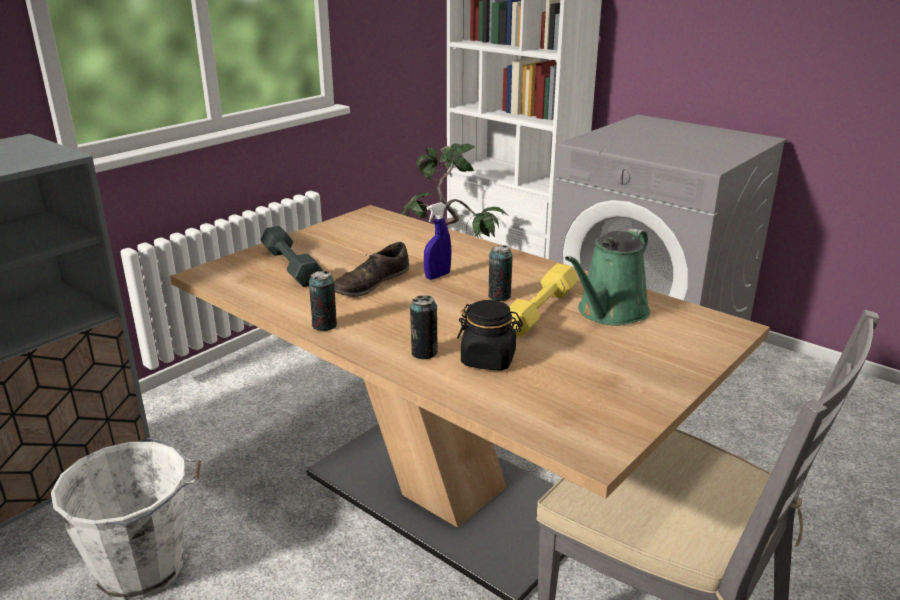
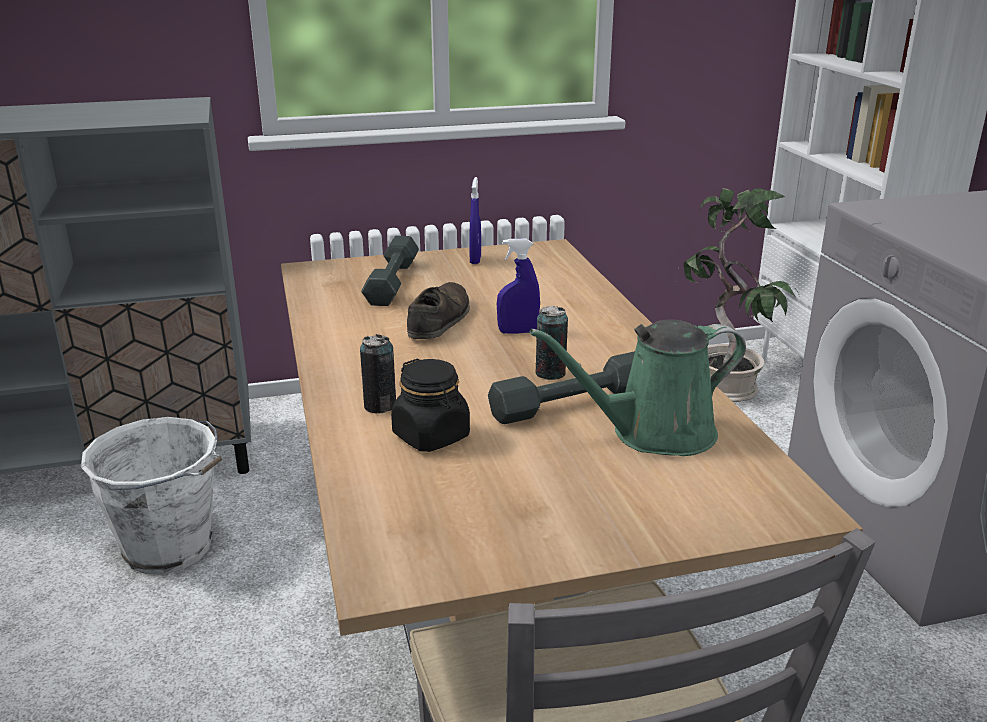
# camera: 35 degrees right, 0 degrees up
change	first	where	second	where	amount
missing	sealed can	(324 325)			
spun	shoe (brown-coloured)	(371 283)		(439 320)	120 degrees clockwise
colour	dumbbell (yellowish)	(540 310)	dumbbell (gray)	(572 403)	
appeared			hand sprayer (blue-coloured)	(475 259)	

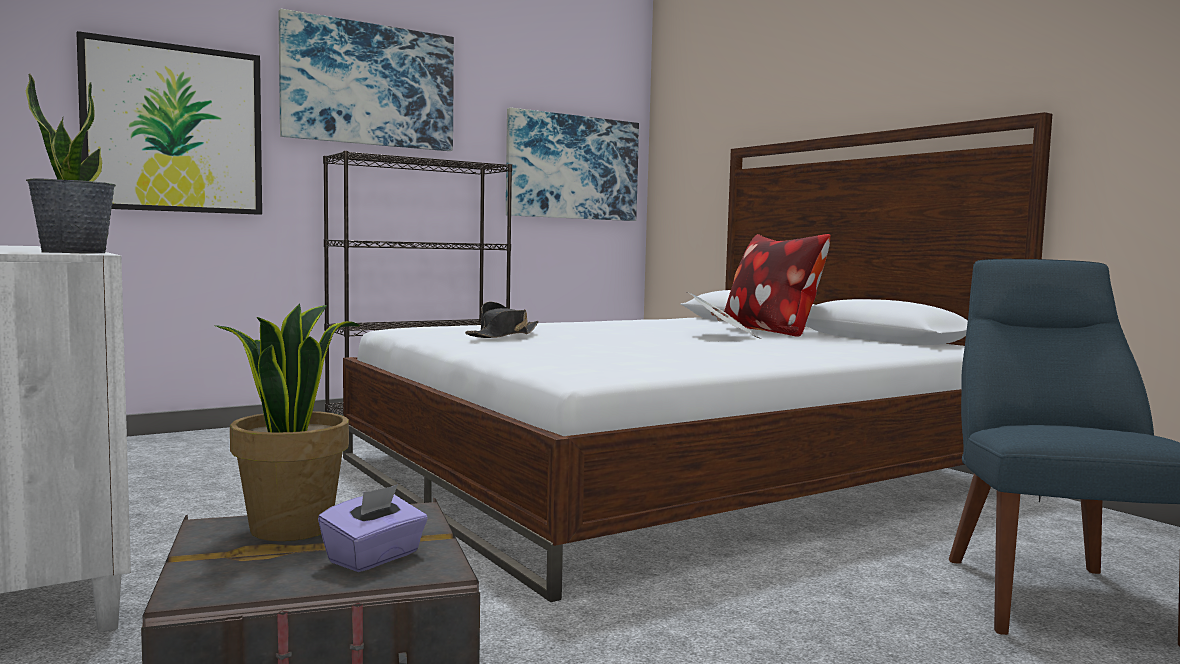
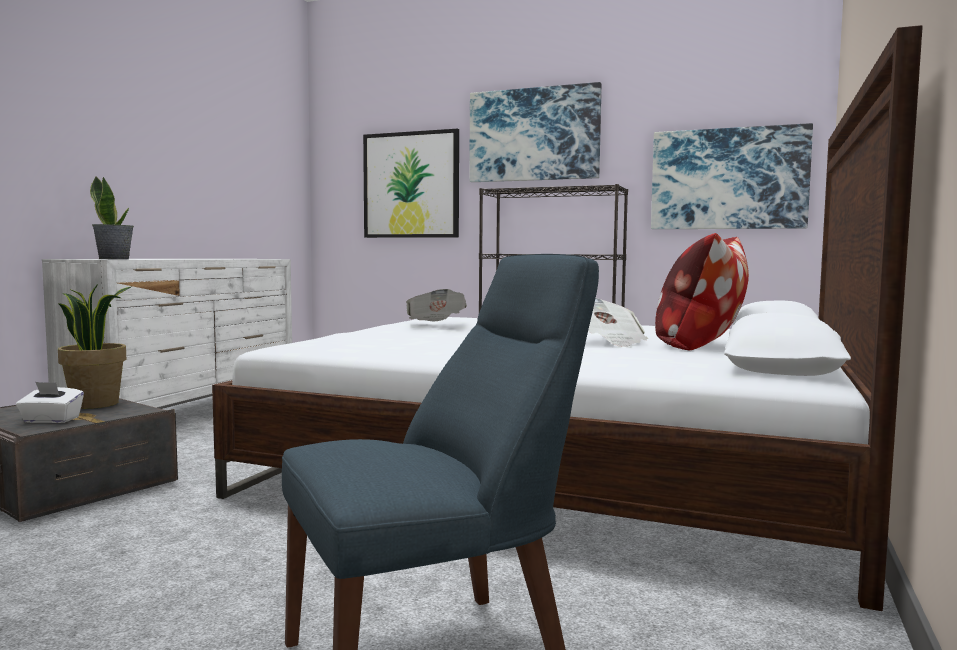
# camera: 55 degrees right, 0 degrees up
change	first	where	second	where	amount
colour	tissue box (purple-coloured)	(374 558)	tissue box (whitish)	(51 420)	
exchanged	wearable hat (black-coloured)	(503 335)	newspaper	(436 324)	

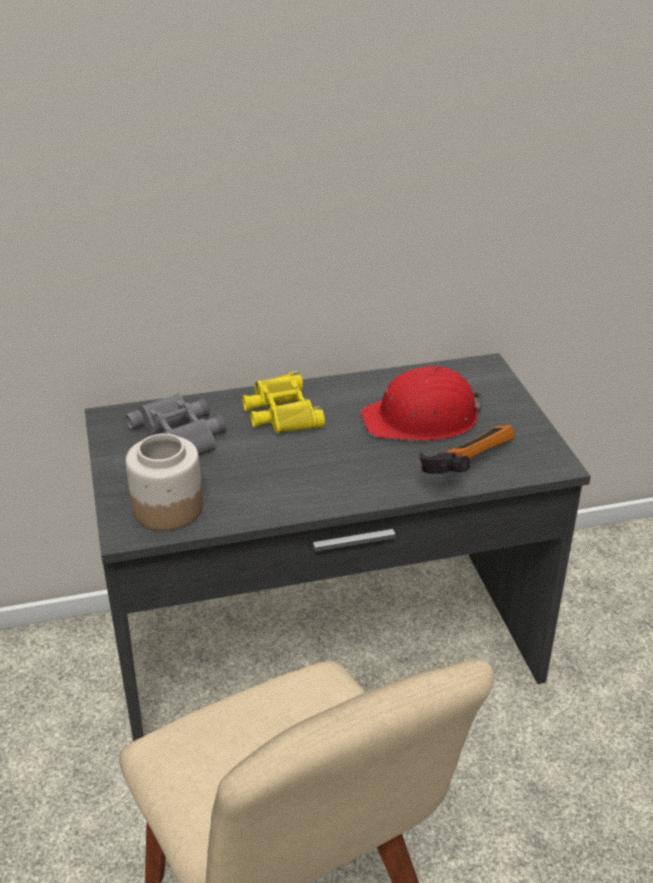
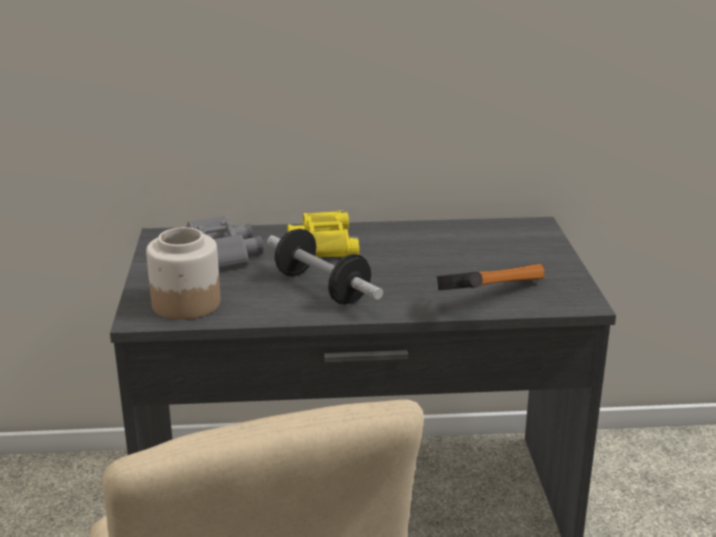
# camera: 10 degrees right, 10 degrees down
change	first	where	second	where	amount
missing	safety helmet (red)	(422 419)			
appeared			dumbbell	(322 288)	

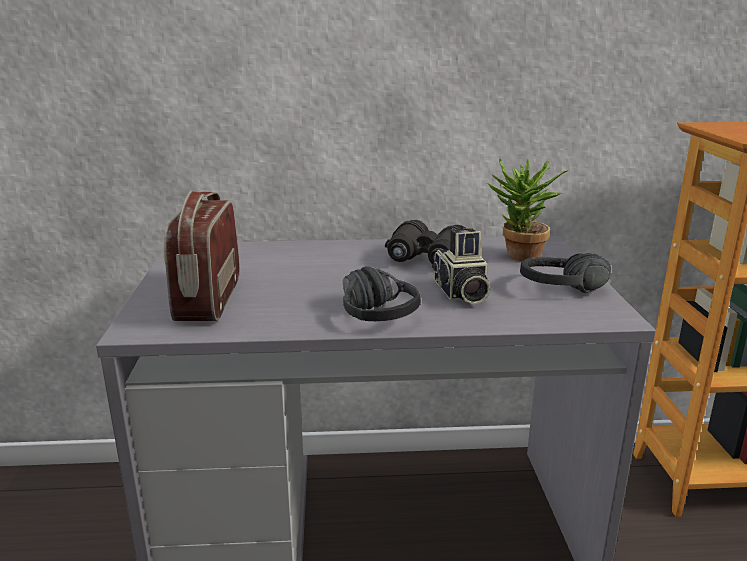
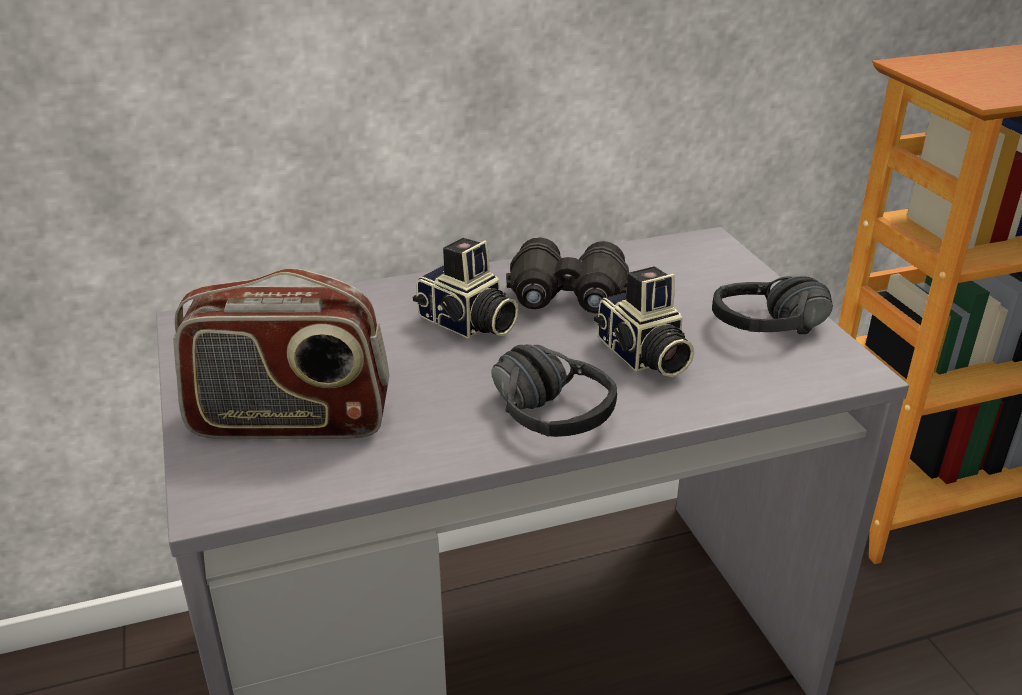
# camera: 15 degrees left, 10 degrees up
change	first	where	second	where	amount
spun	radio	(208 299)		(290 421)	75 degrees counterclockwise
missing	potted plant	(518 257)			
appeared			still camera	(467 324)	

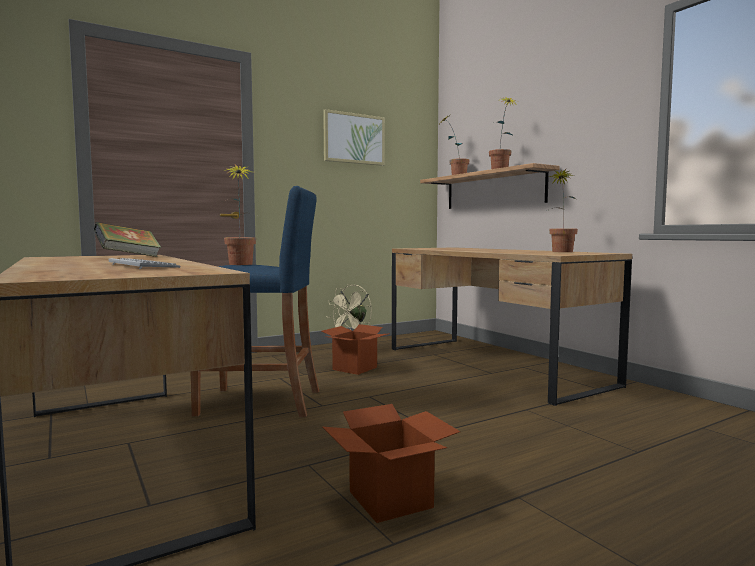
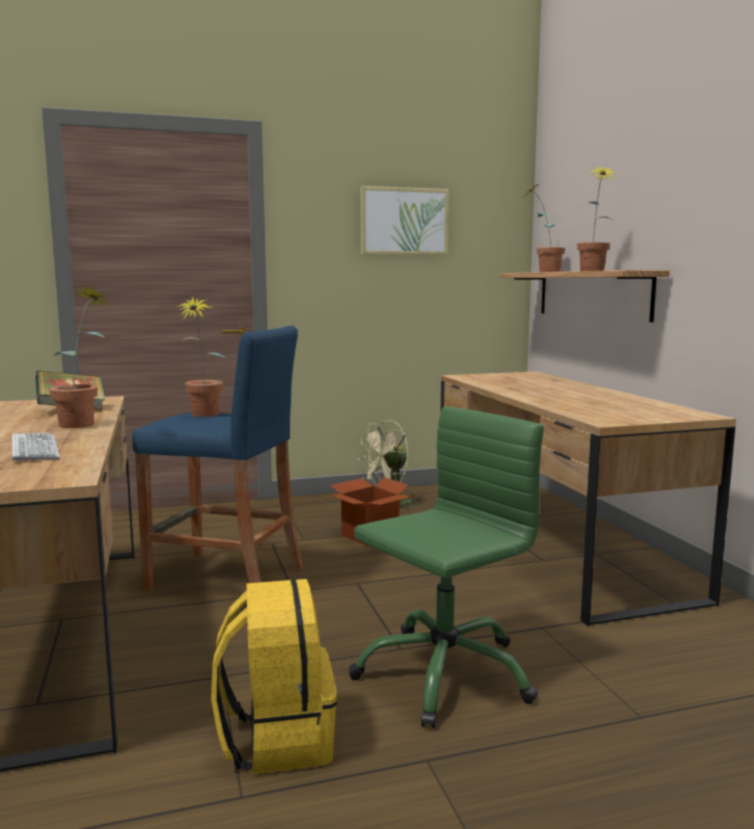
# camera: 15 degrees right, 5 degrees up
change	first	where	second	where	amount
exchanged	packing box	(390 499)	knapsack (yellowish)	(277 738)	
relocated	potted plant	(561 251)		(85 423)	
appeared			office chair (green-coloured)	(443 673)	

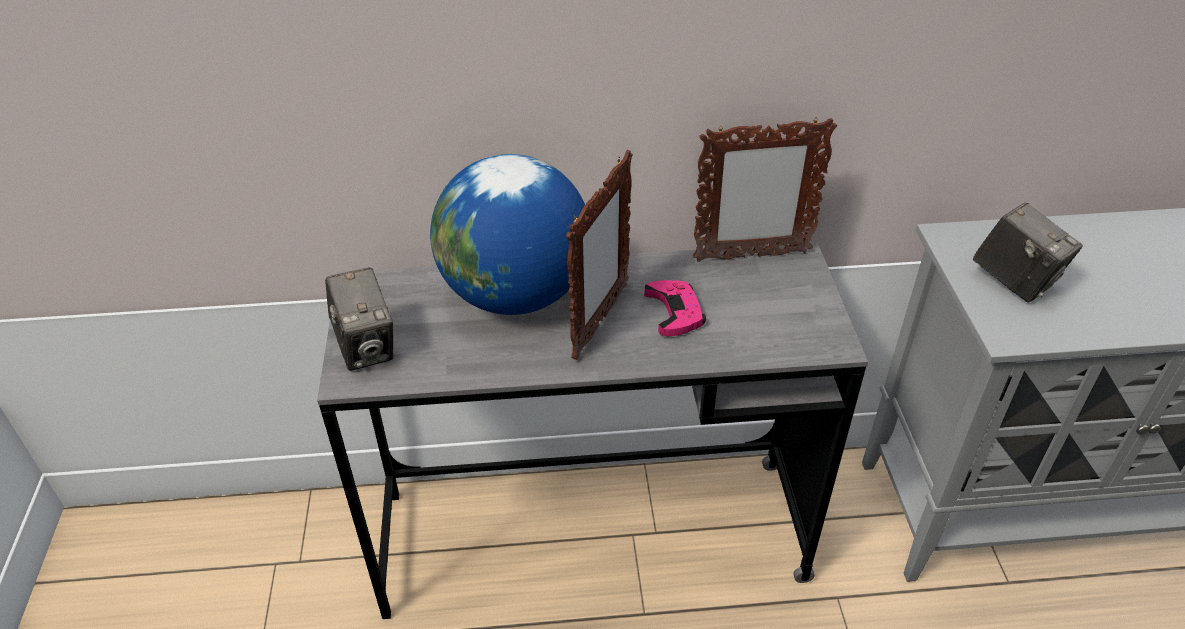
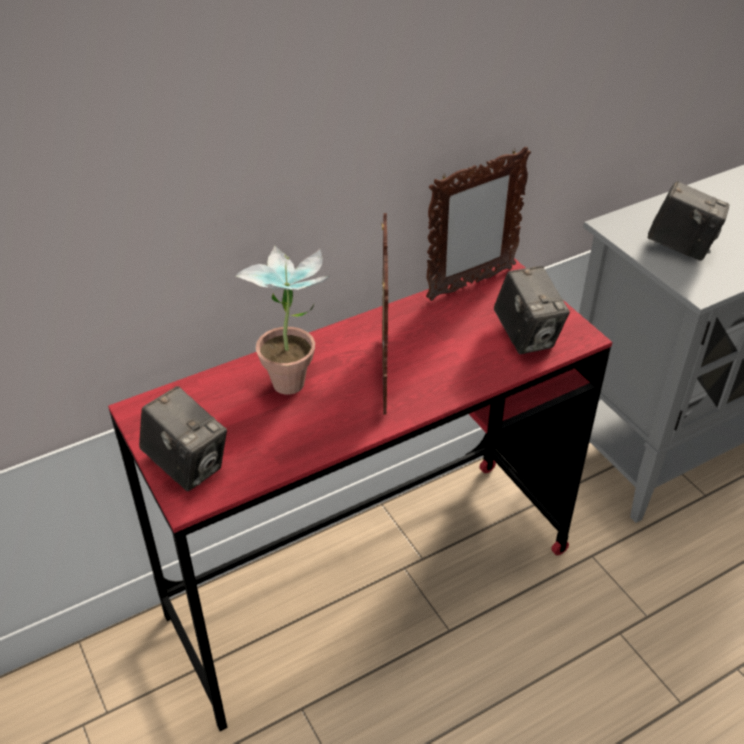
# camera: 25 degrees left, 0 degrees up
change	first	where	second	where	amount
colour	desk table (gray)	(592 536)	desk table (red)	(370 582)	
exchanged	globe	(515 294)	potted plant	(293 375)	
missing	gamepad (pink)	(674 312)			
appeared			still camera	(526 336)	

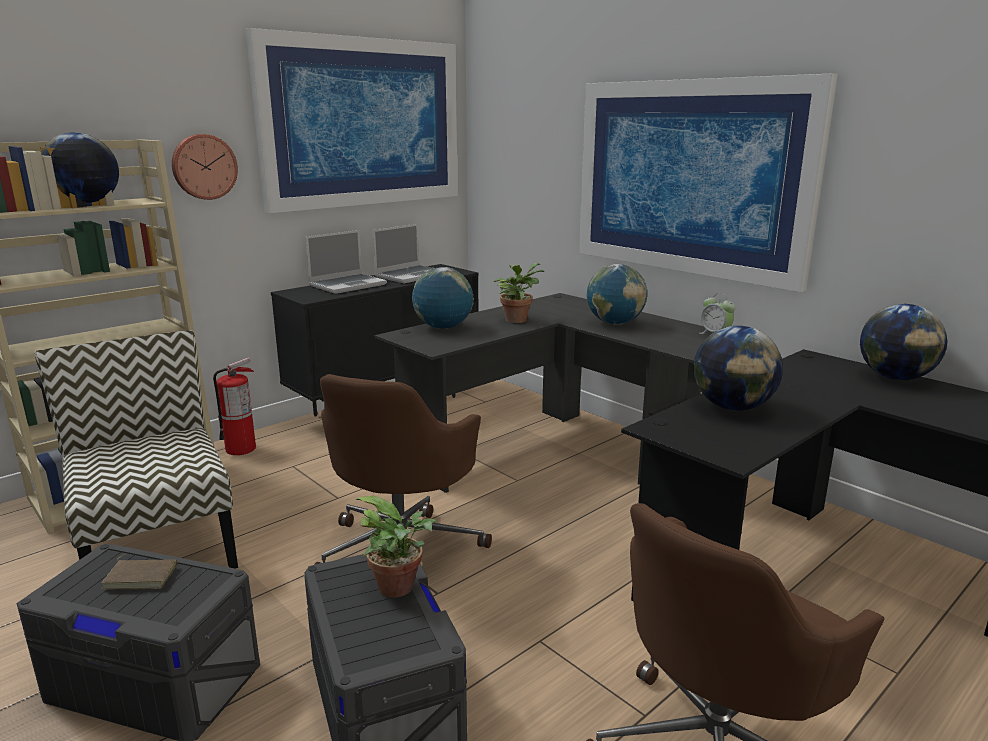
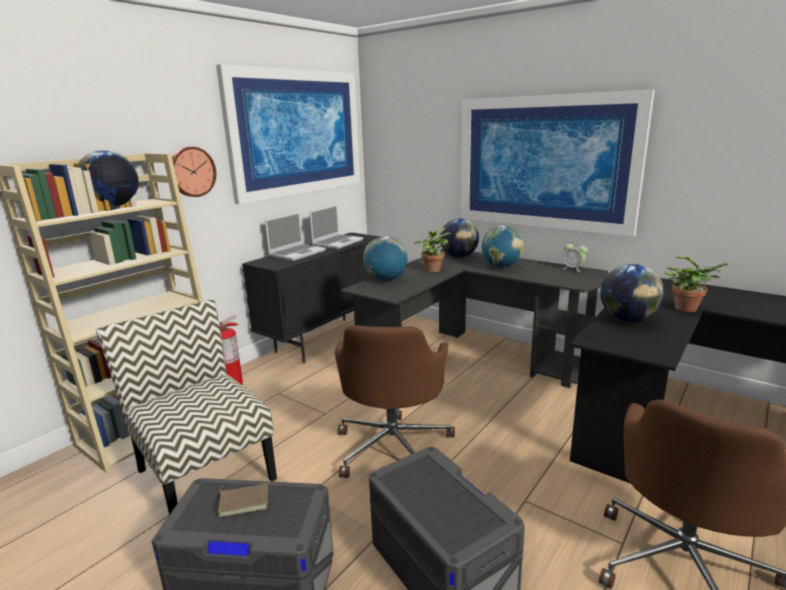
# camera: 10 degrees left, 0 degrees up
change	first	where	second	where	amount
relocated	potted plant	(401 587)		(689 308)	
relocated	globe	(895 377)		(459 256)	

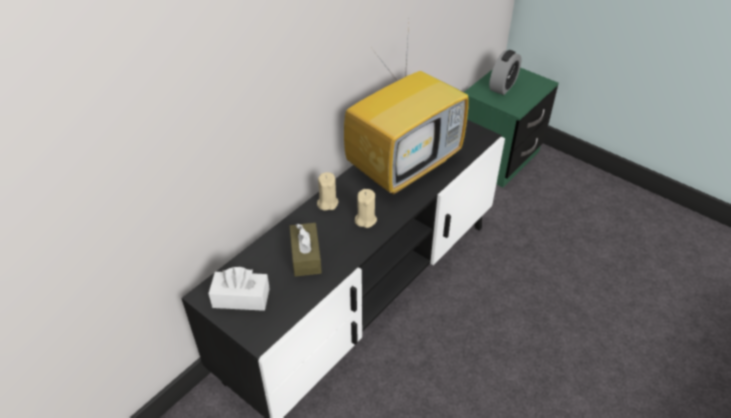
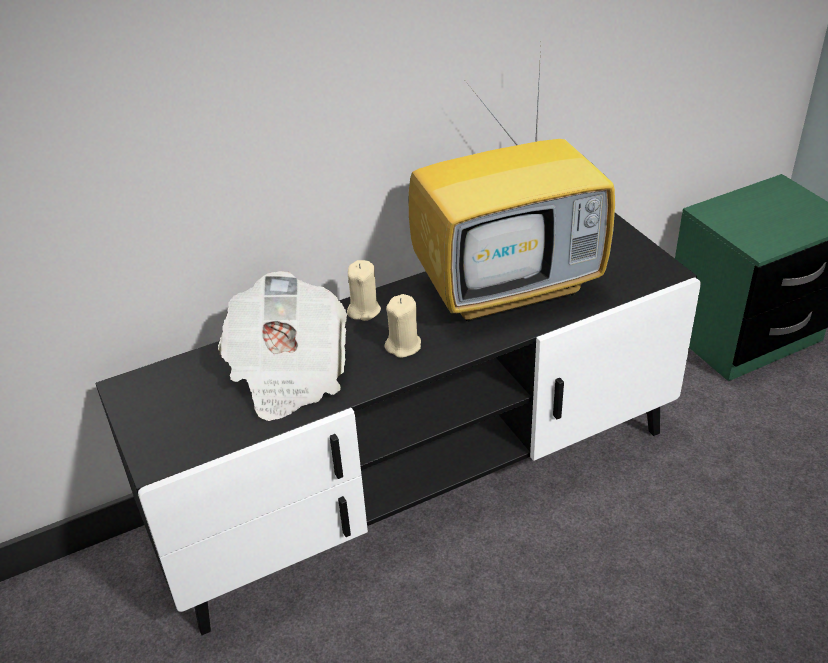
# camera: 25 degrees right, 5 degrees down
change	first	where	second	where	amount
missing	tissue box (whitish)	(241 298)			
exchanged	tissue box (brown-coloured)	(306 256)	newspaper	(288 373)	
missing	bedside clock	(503 86)			

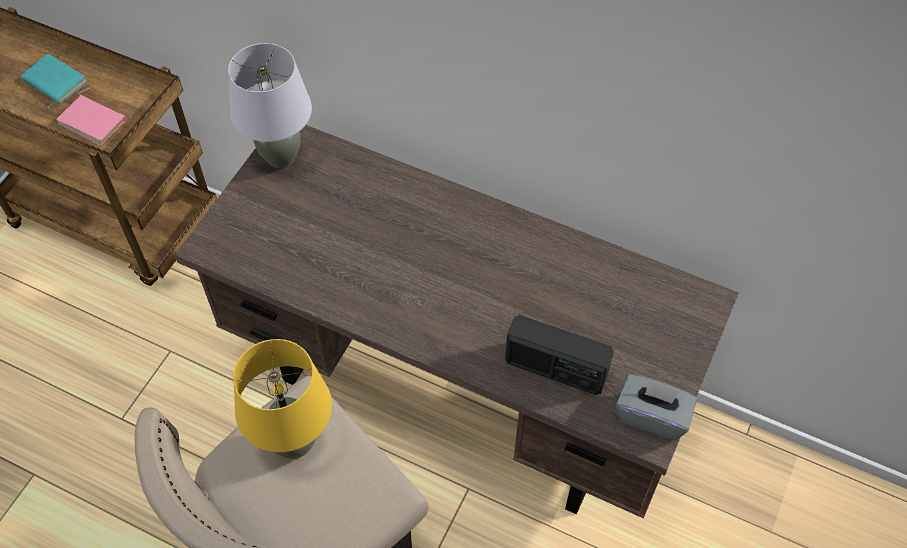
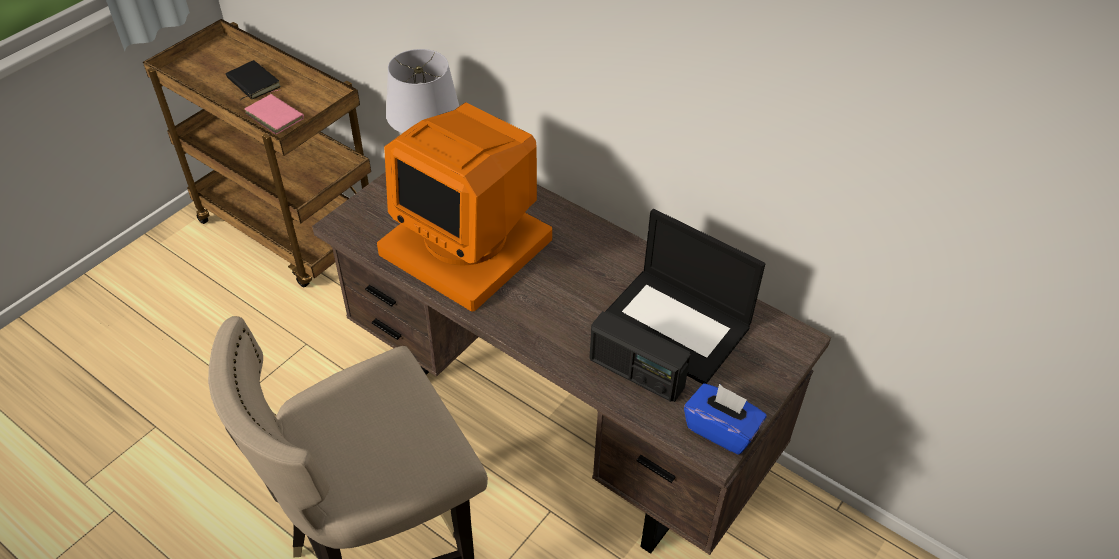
# camera: 10 degrees right, 10 degrees down
change	first	where	second	where	amount
colour	volume (blue-green)	(53 83)	volume (black-coloured)	(252 83)	
missing	table lamp (yellowish)	(294 443)			
colour	tissue box (gray)	(652 416)	tissue box (blue-coloured)	(721 429)	
appeared			computer screen	(469 244)	
appeared			notebook computer	(676 325)	

